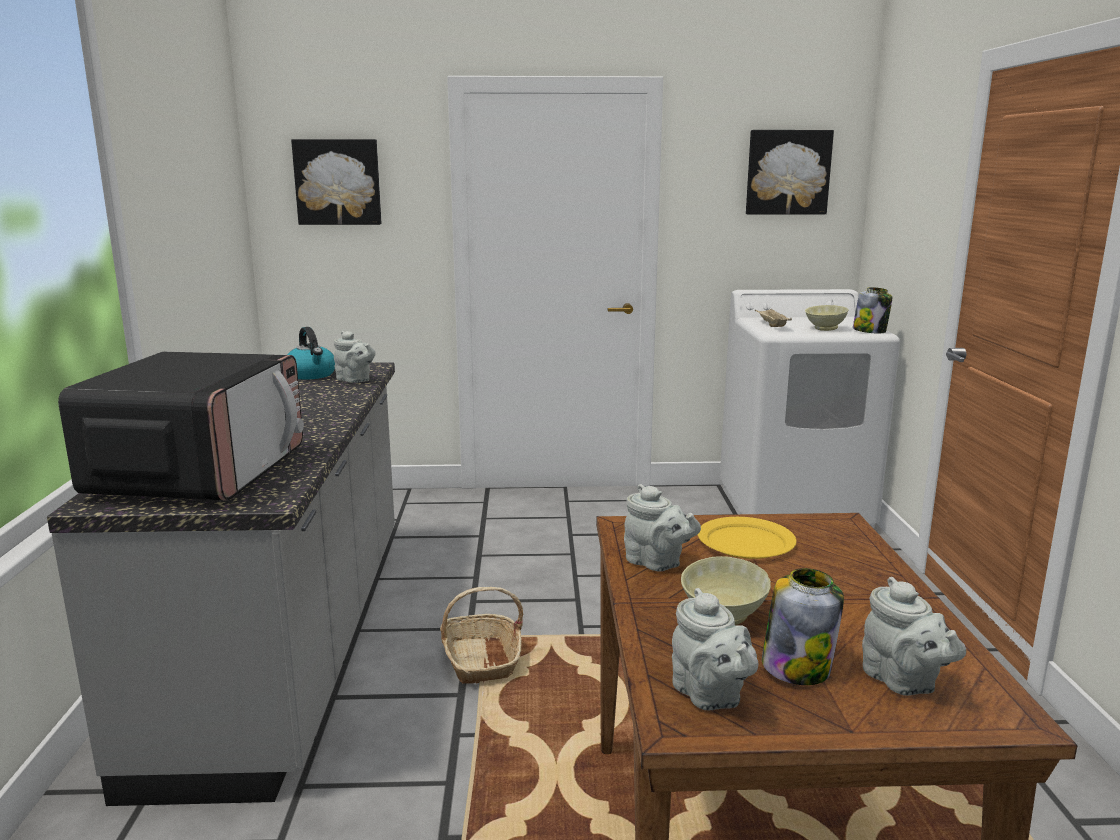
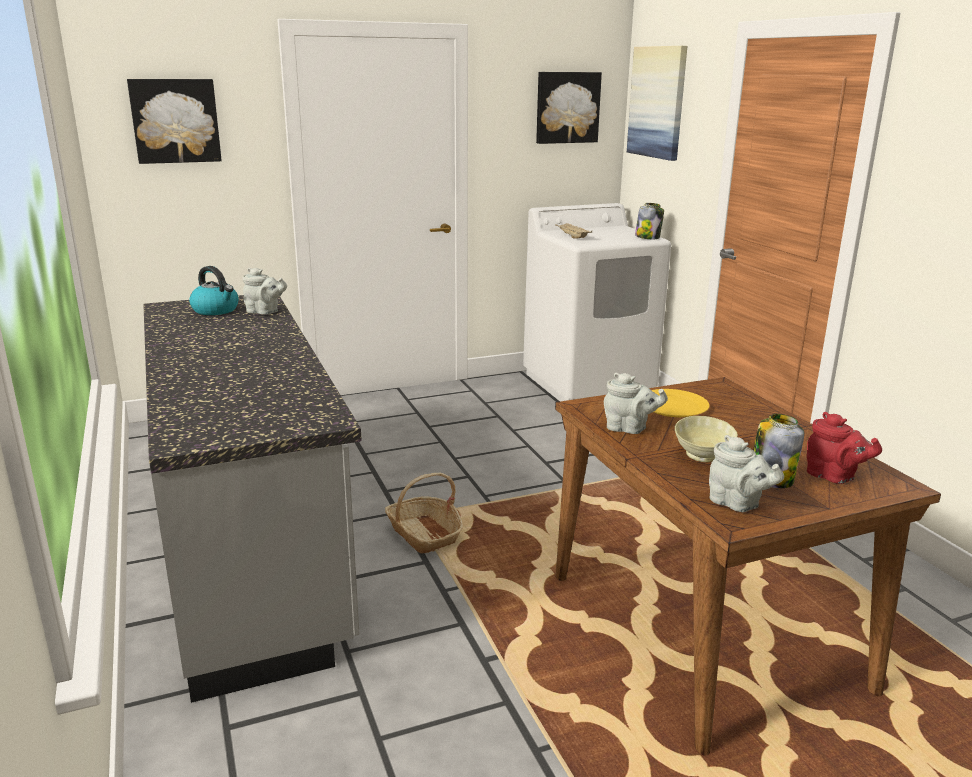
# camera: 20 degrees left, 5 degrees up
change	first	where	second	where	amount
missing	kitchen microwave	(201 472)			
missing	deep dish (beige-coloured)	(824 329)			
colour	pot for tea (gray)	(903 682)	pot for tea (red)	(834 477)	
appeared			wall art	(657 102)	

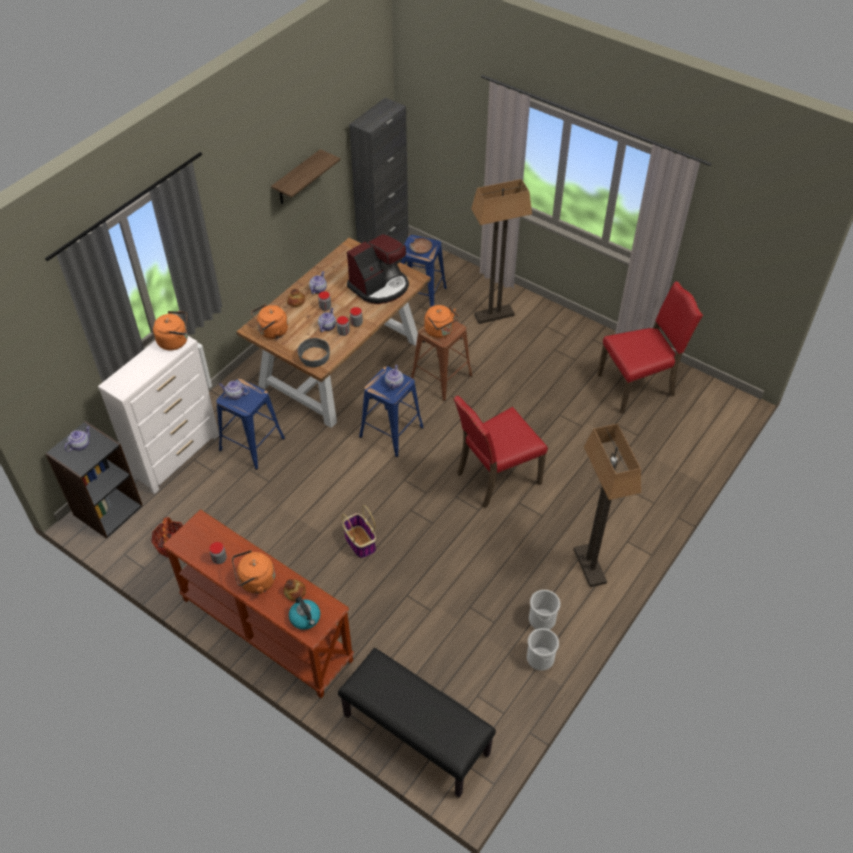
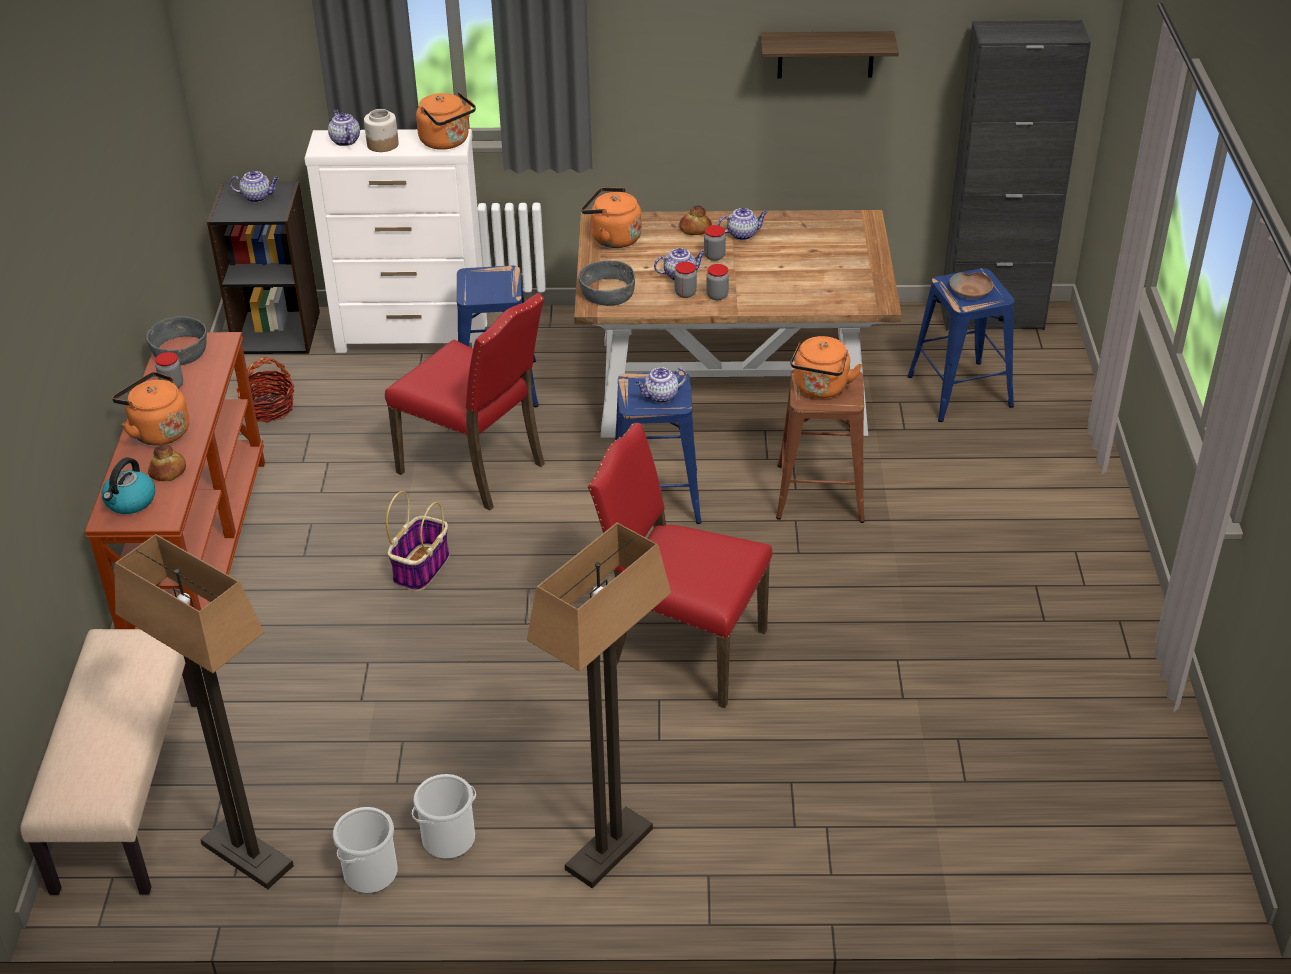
# camera: 55 degrees right, 10 degrees down
change	first	where	second	where	amount
relocated	pot for tea	(235 395)		(344 140)	
colour	indoor bench (black-coloured)	(415 735)	indoor bench (beige-coloured)	(128 792)	
missing	coffee maker	(380 286)			
relocated	standard lamp	(494 315)		(248 855)	
relocated	upright chair (red)	(638 386)		(476 467)	
appeared			deep dish (gray)	(179 350)	
appeared			jar	(382 144)	

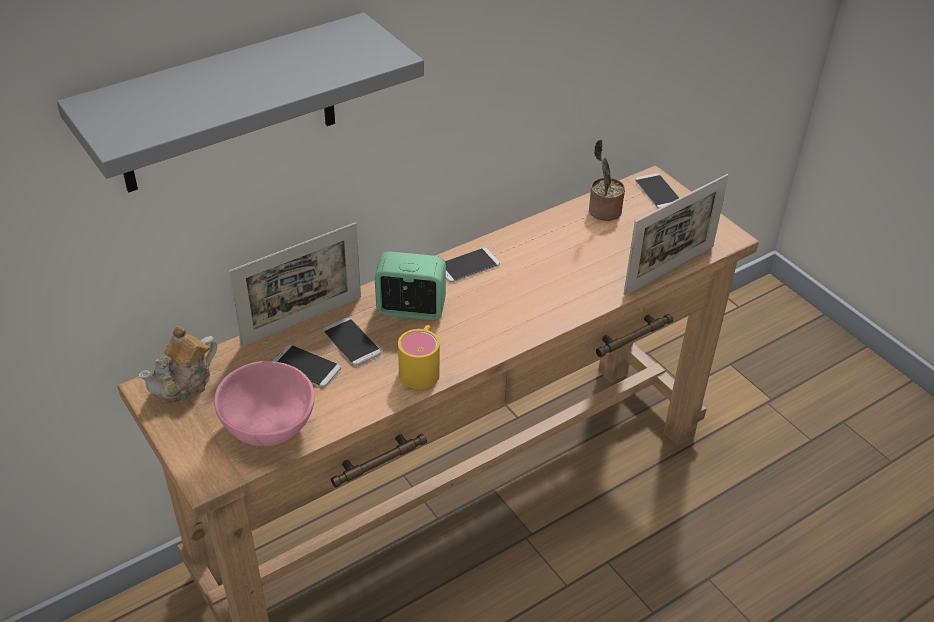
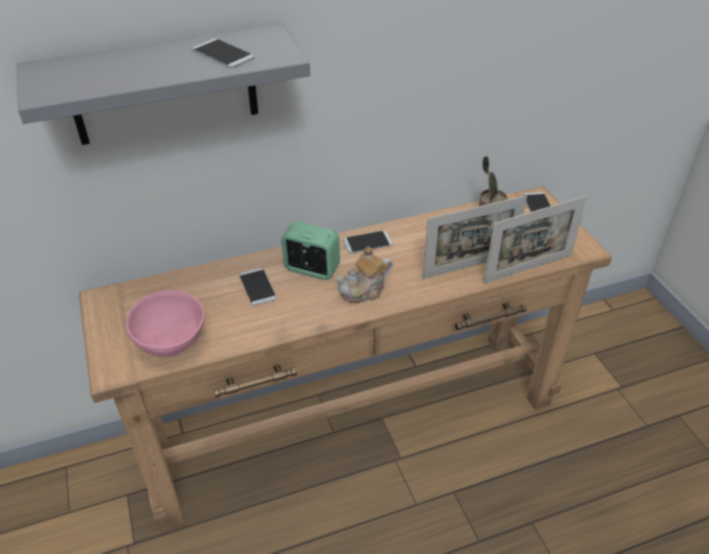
# camera: 15 degrees right, 0 degrees up
change	first	where	second	where	amount
relocated	pot for tea	(184 384)		(364 291)	
relocated	photo frame	(302 321)		(469 266)	
relocated	handset	(305 366)		(223 54)	
missing	tea mug (yellowish)	(421 367)			

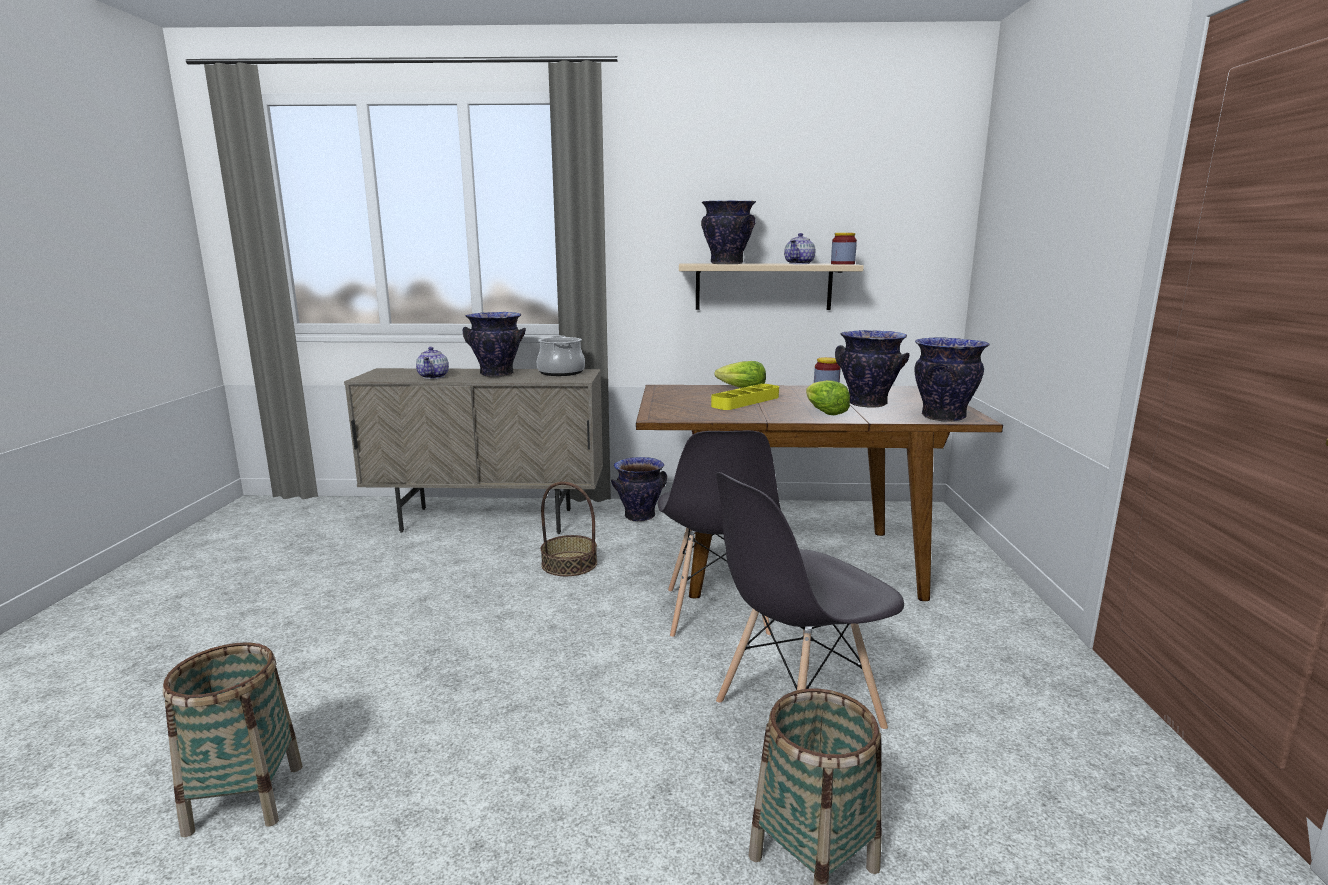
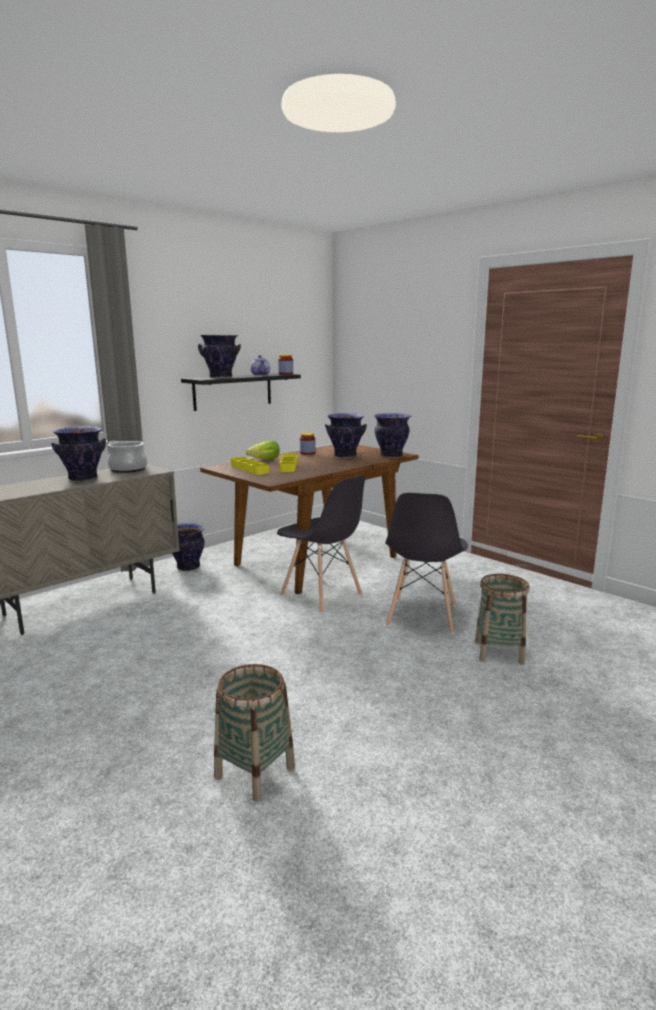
# camera: 45 degrees left, 0 degrees up
change	first	where	second	where	amount
missing	pot for tea	(434 377)			
missing	storage basket	(569 564)			
colour	shelf (beige-coloured)	(763 286)	shelf (black-coloured)	(233 391)	
missing	lettuce	(824 412)			
appeared			serving tray (yellowish)	(249 468)	

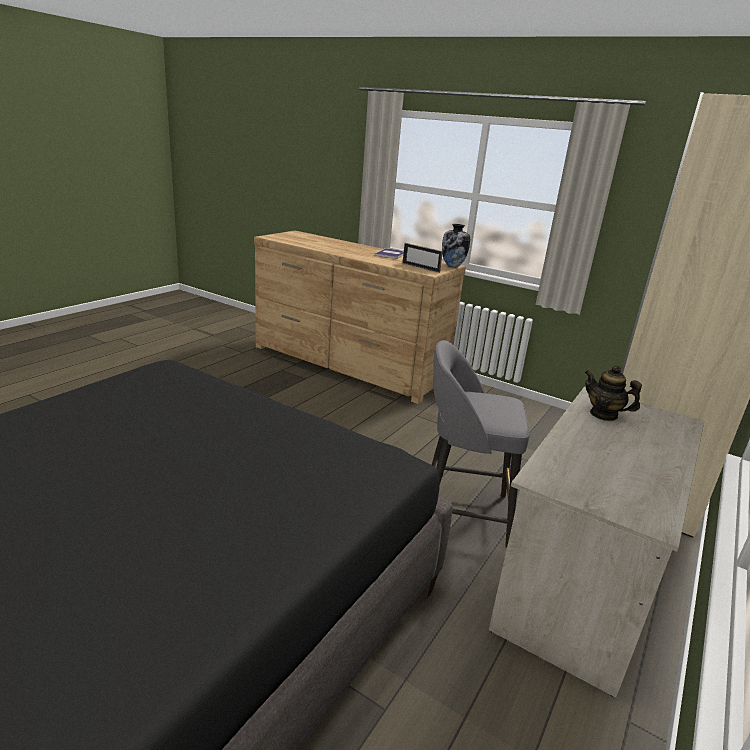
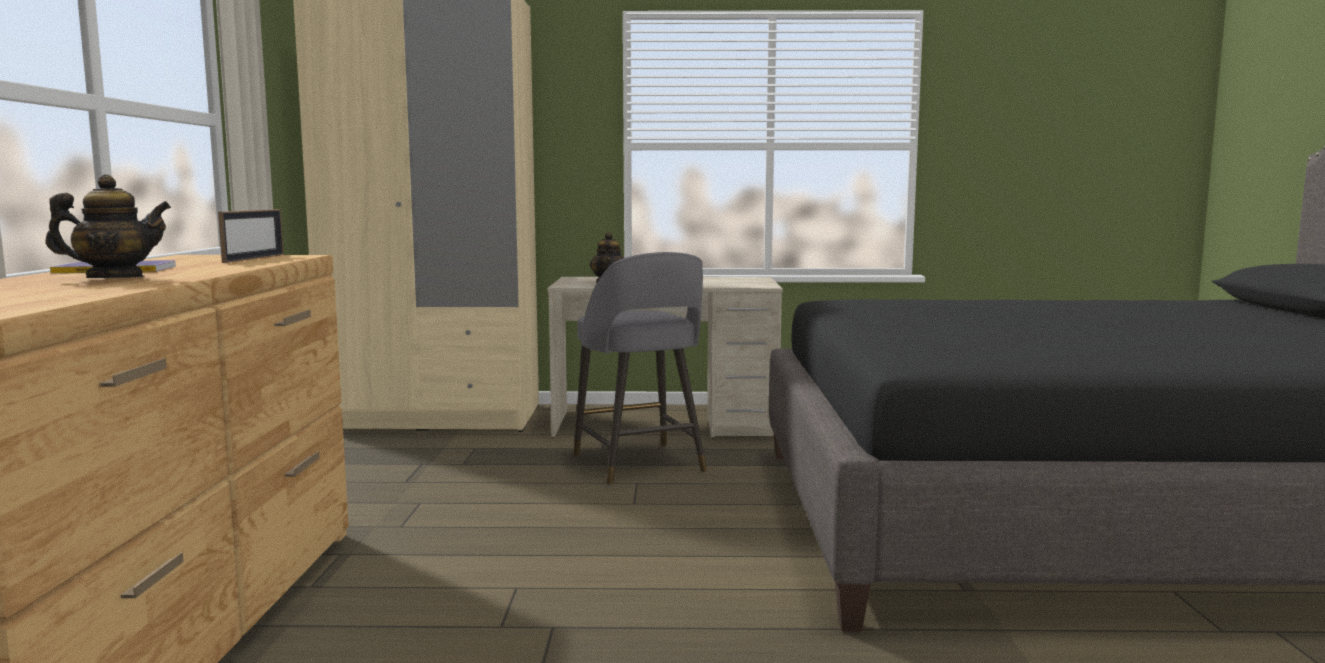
# camera: 120 degrees left, 15 degrees down
change	first	where	second	where	amount
missing	decorative vase	(453 266)			
appeared			pot for tea	(115 278)	

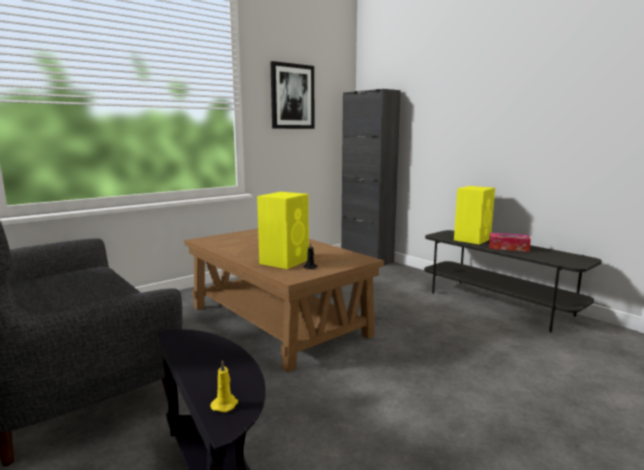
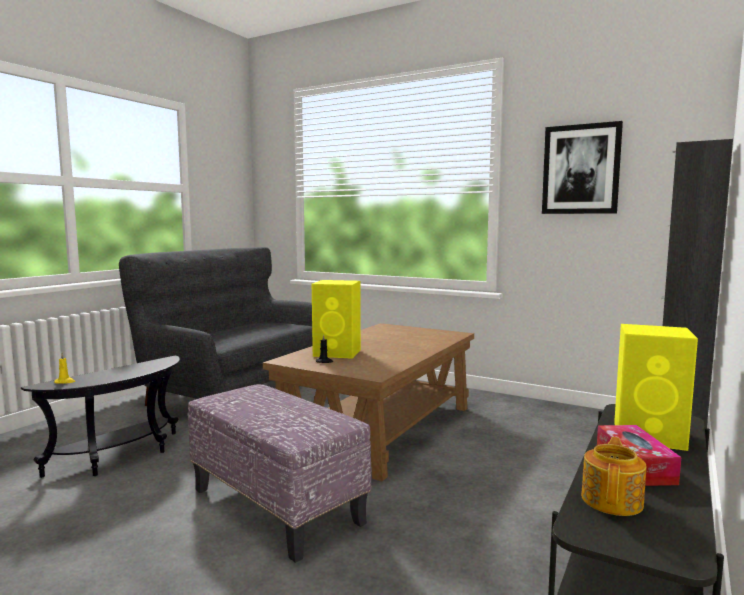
# camera: 70 degrees right, 5 degrees down
change	first	where	second	where	amount
appeared			footrest	(277 505)	
appeared			pot for tea	(612 500)	

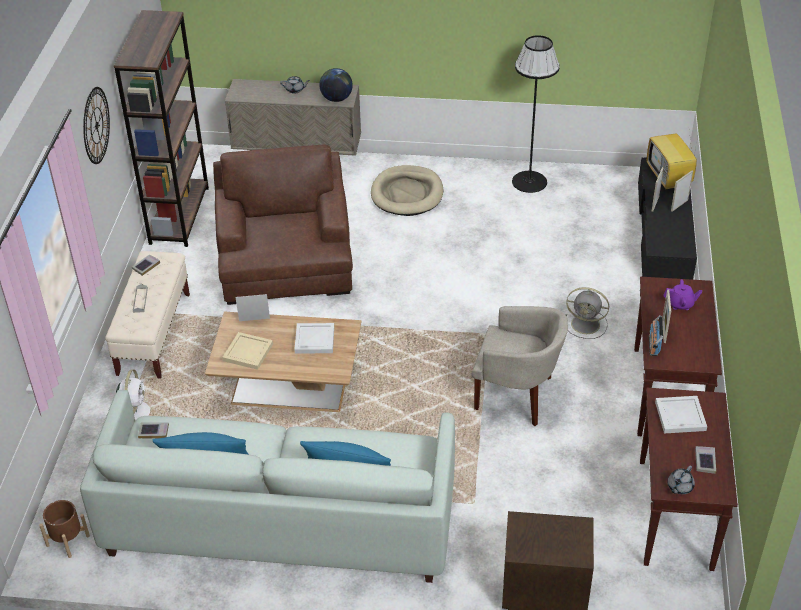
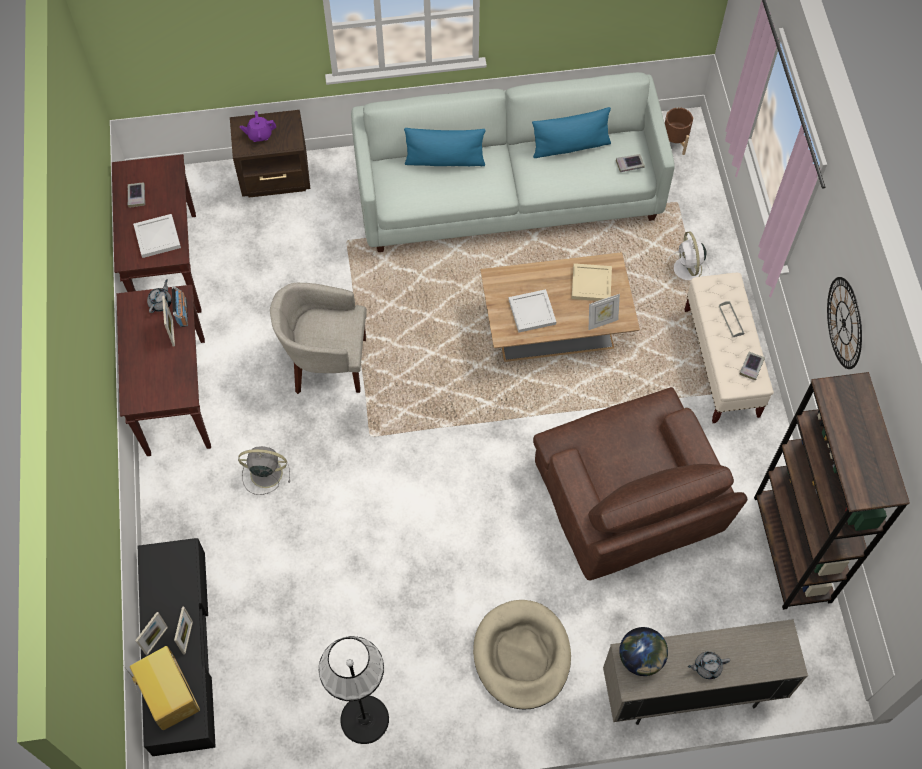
# camera: 165 degrees right, 20 degrees up
change	first	where	second	where	amount
relocated	pot for tea (purple-coloured)	(680 304)		(259 135)	
relocated	pot for tea (gray)	(679 487)		(161 302)	

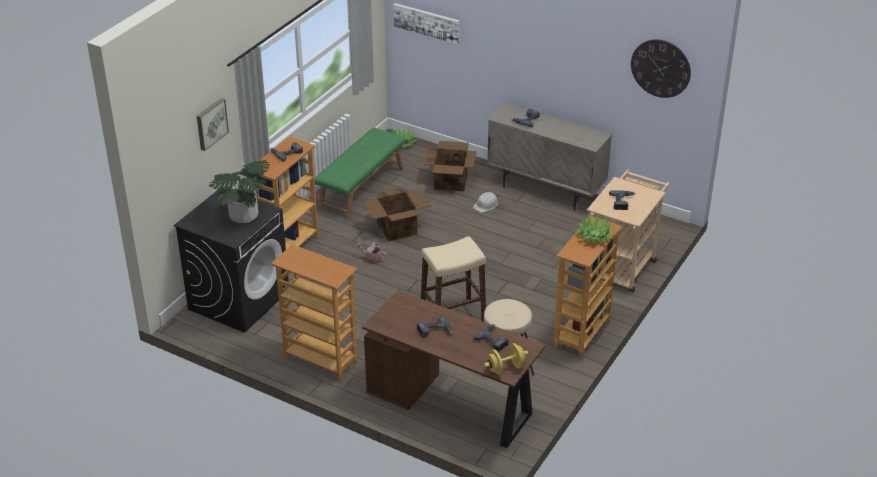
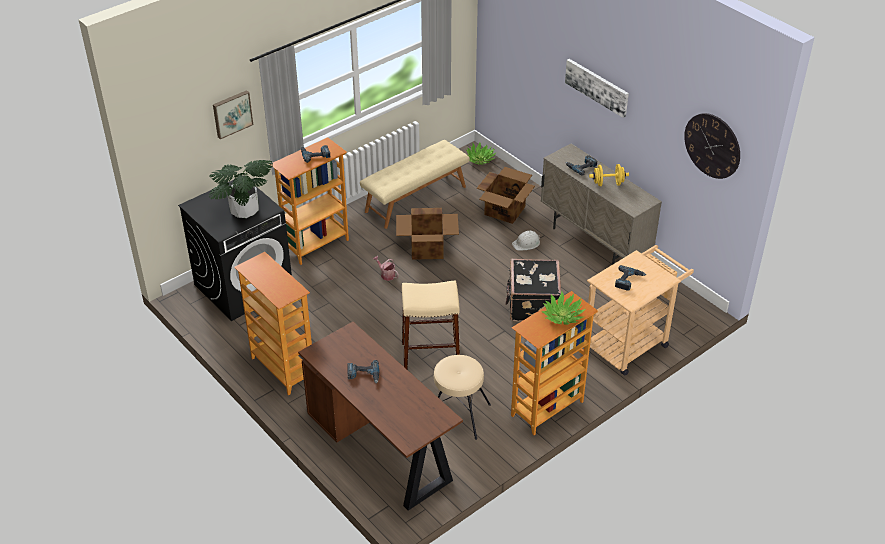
# camera: 20 degrees right, 5 degrees up
change	first	where	second	where	amount
colour	indoor bench (green-coloured)	(361 189)	indoor bench (beige-coloured)	(415 198)	
relocated	wall art	(427 22)		(597 87)	
missing	power drill	(493 340)			
relocated	dumbbell (yellowish)	(505 368)		(608 183)	
appeared			travel case (black-coloured)	(532 304)	

